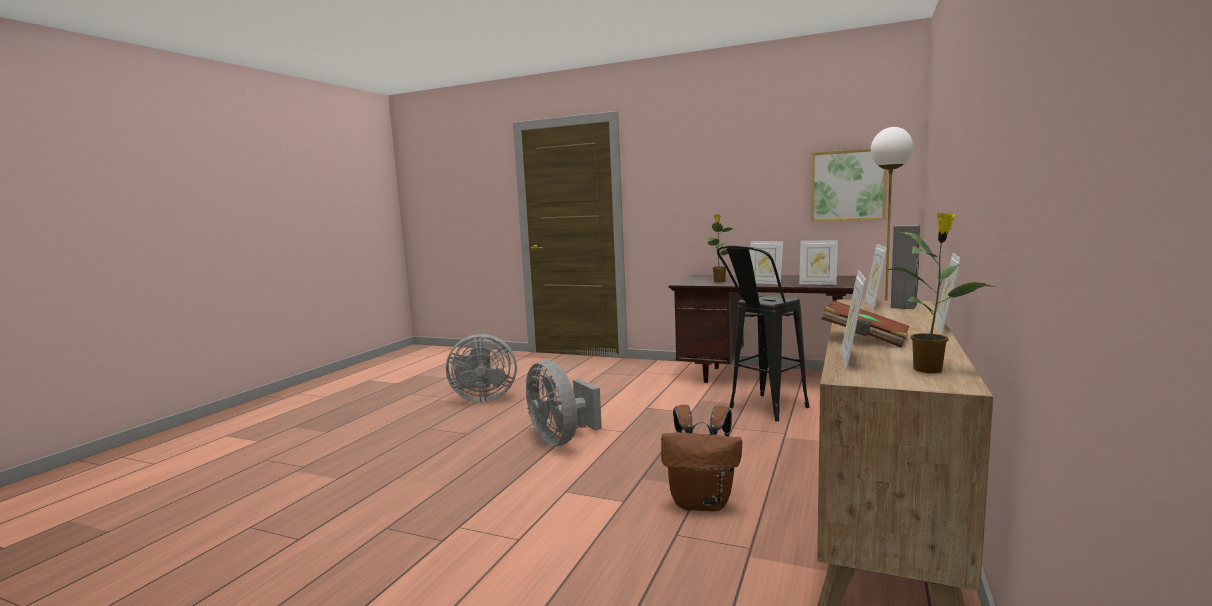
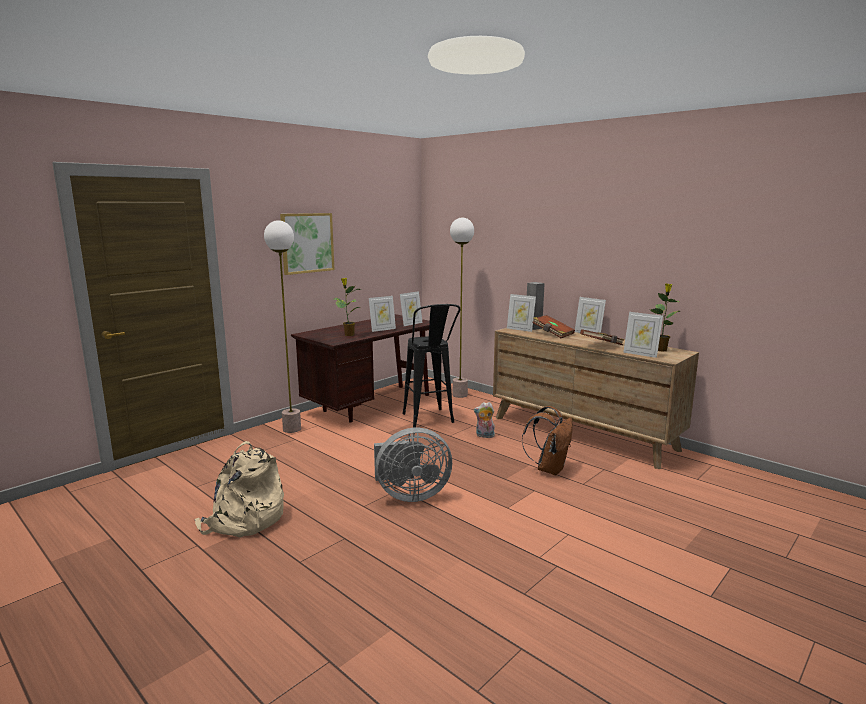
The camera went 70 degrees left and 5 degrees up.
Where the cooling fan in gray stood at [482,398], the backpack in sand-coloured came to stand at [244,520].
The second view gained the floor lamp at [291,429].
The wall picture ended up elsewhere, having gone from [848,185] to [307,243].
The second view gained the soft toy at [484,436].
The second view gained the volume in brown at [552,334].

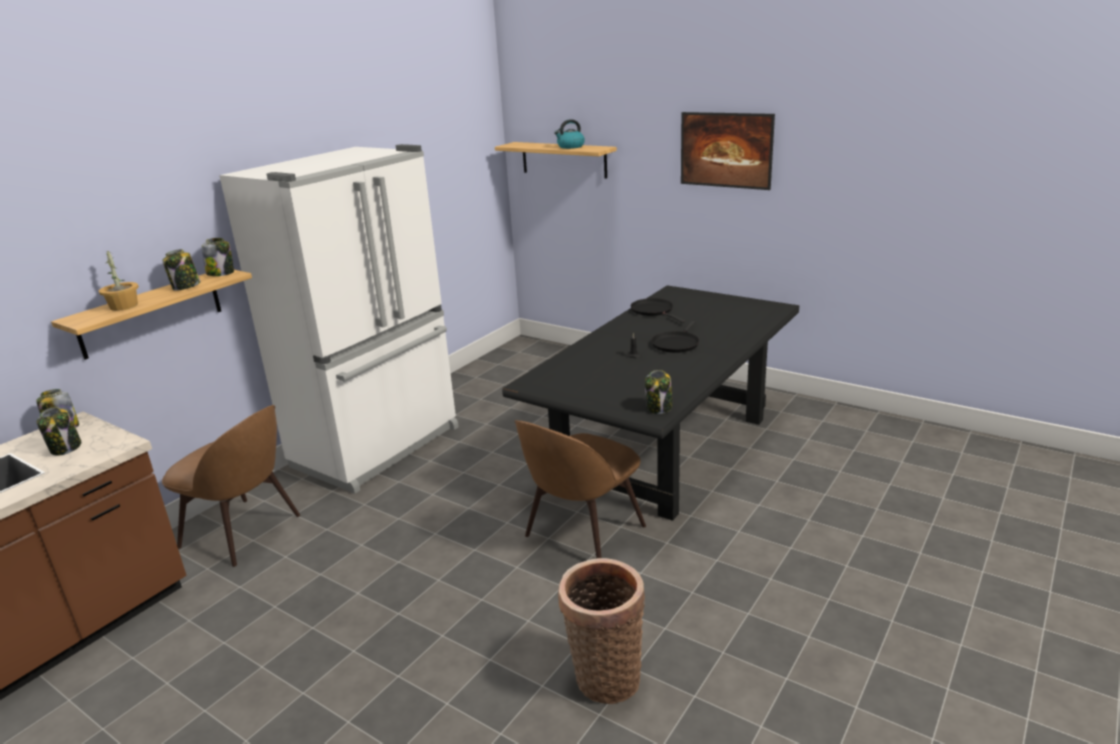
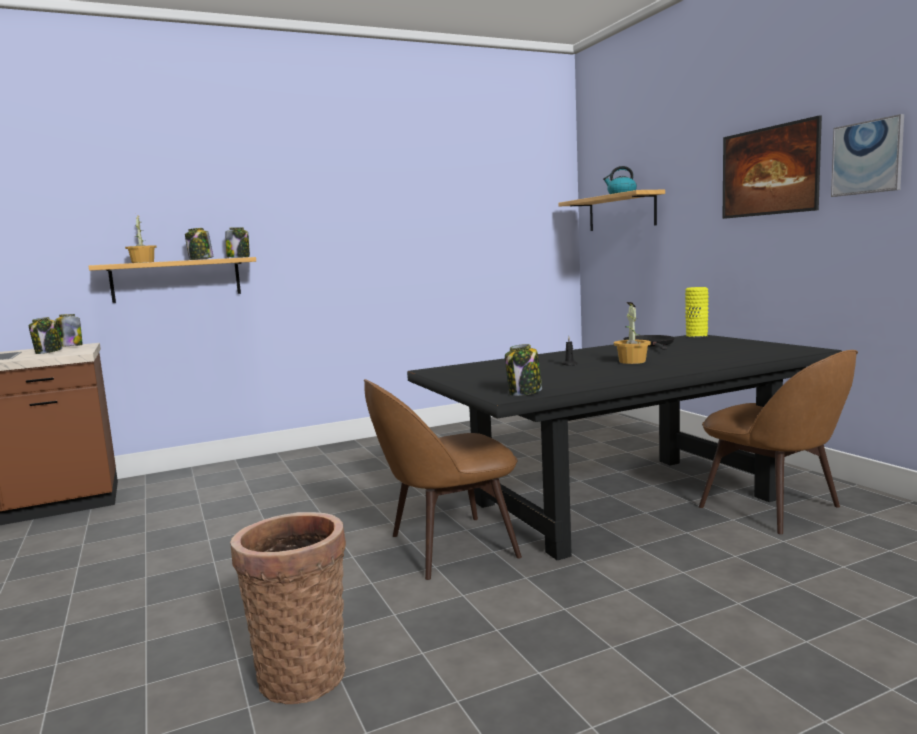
The camera went 30 degrees right and 15 degrees down.
Where the frying pan in black-coloured stood at [676,344], the plant in a pot came to stand at [631,361].
The second view gained the decorative vase in yellow-coloured at [696,335].
The chair in brown ended up elsewhere, having gone from [244,532] to [774,508].
The second view gained the wall picture at [867,157].
The second view lost the refrigerator in white at [379,447].

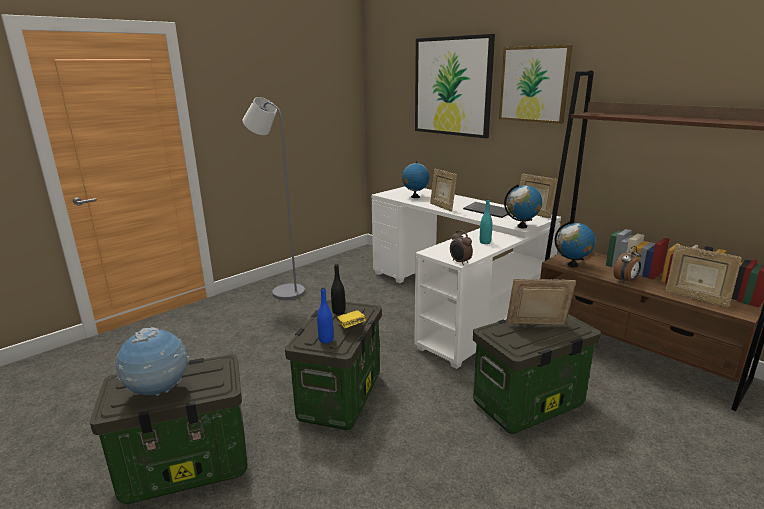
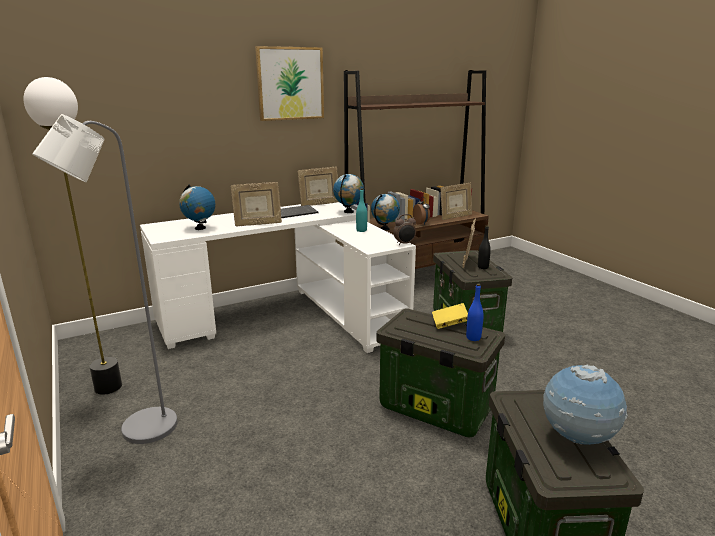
The camera went 75 degrees left and 0 degrees up.
The second view gained the floor lamp at [108,386].
The beverage bottle in black-coloured ended up elsewhere, having gone from [338,311] to [483,267].
The second view lost the wall picture at [452,86].

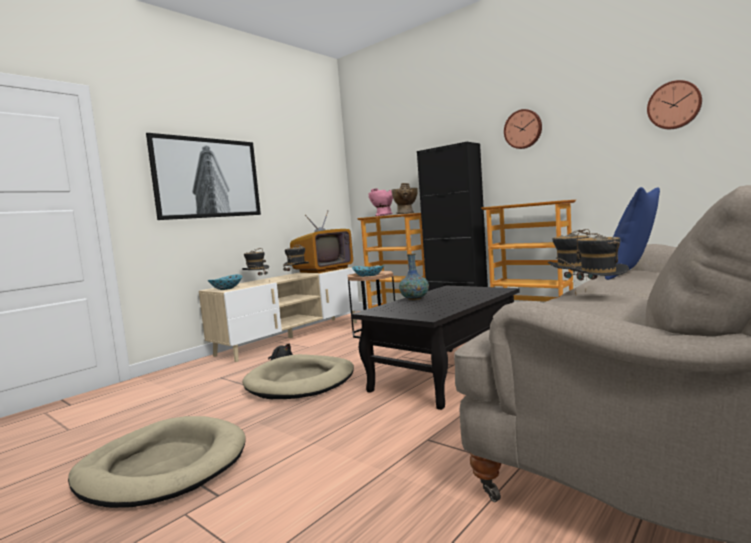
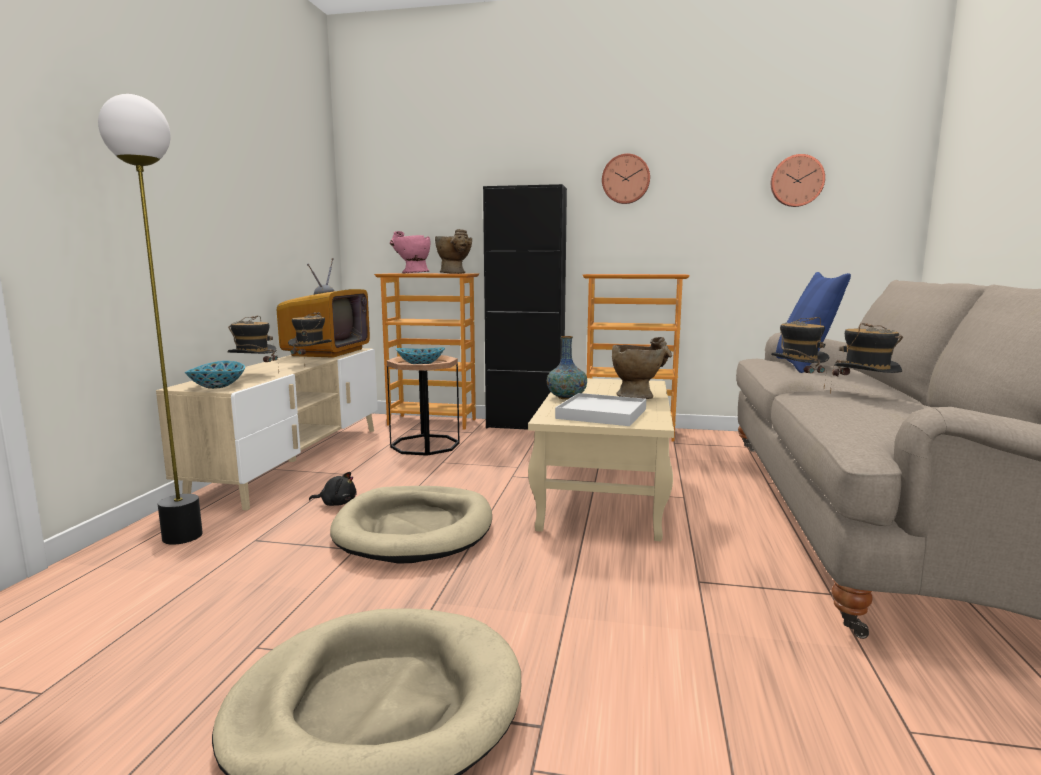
The camera went 30 degrees left and 5 degrees up.
The second view gained the floor lamp at [182,537].
What was the coffee table in black-coloured at [445,375] turned into the coffee table in sand-coloured at [604,496].
The second view gained the tray in white at [602,414].
The second view gained the decorative vase in sand-coloured at [639,396].
The second view lost the wall picture at [207,178].

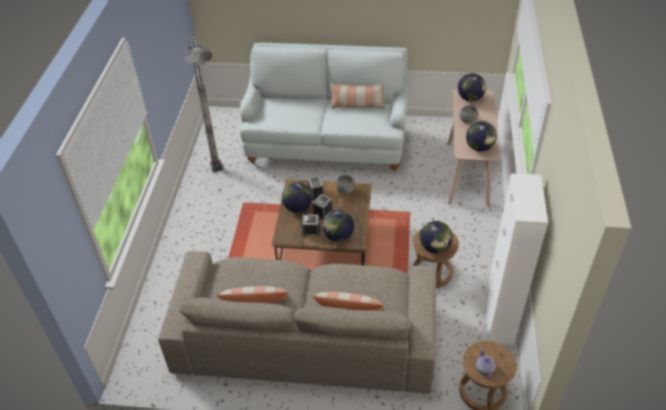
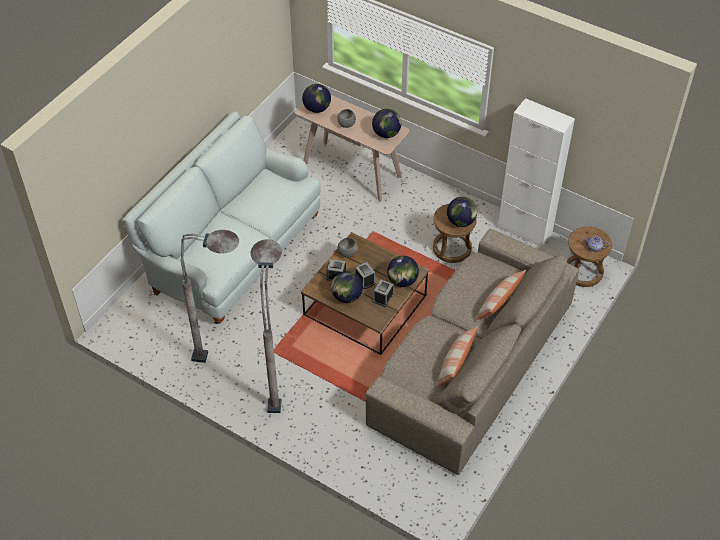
The camera went 65 degrees left and 5 degrees up.
The second view gained the floor lamp in gray at [277,382].
The second view lost the throw pillow at [357,105].

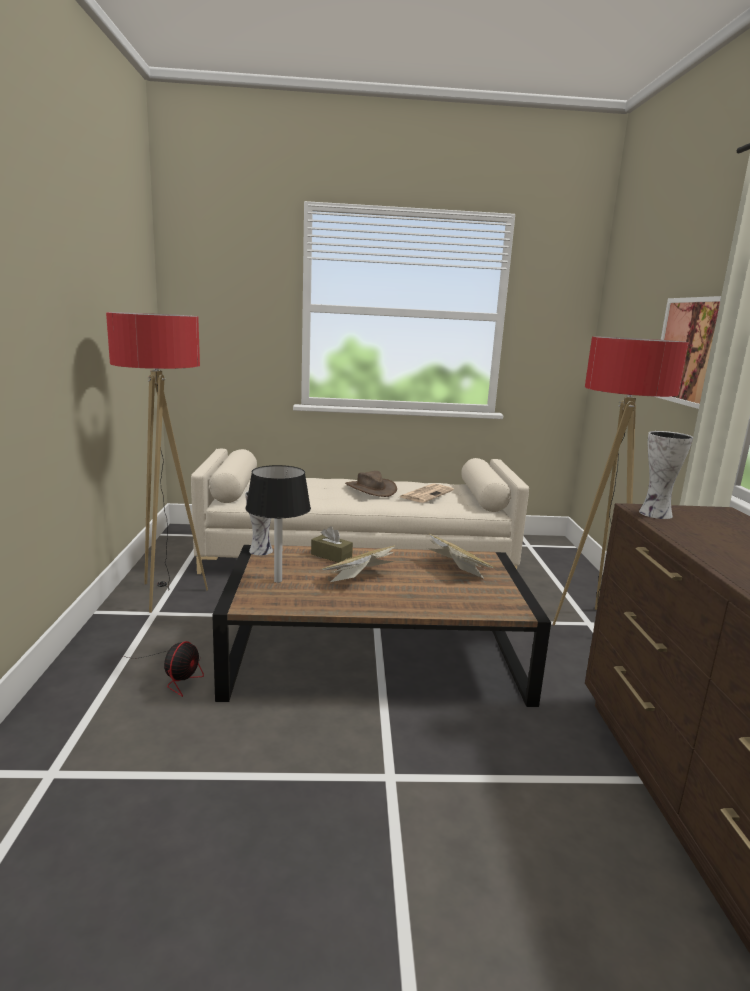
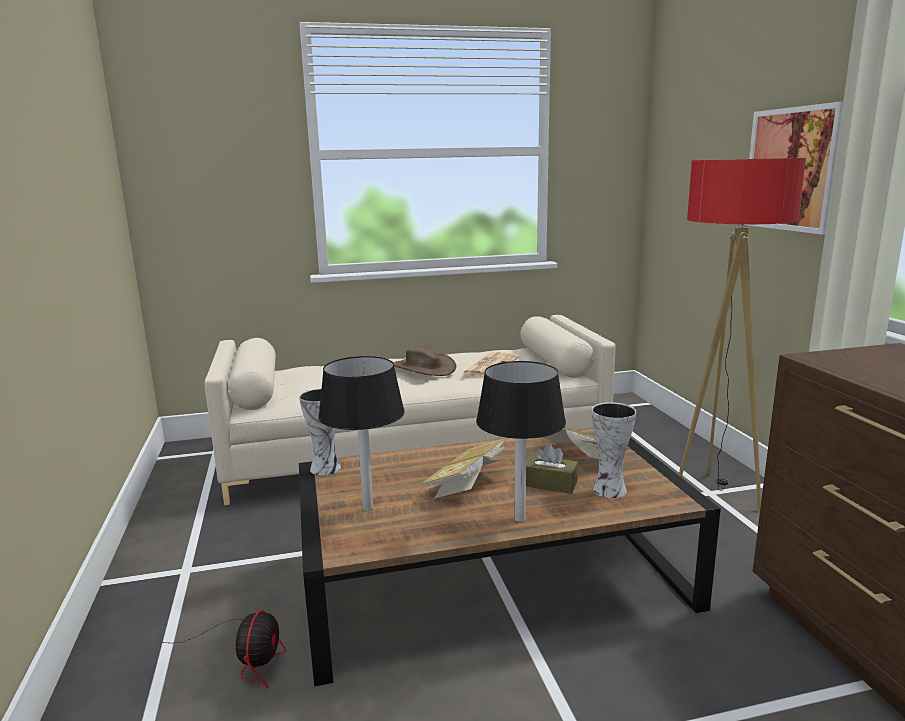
The camera went 10 degrees left and 0 degrees up.
The second view gained the tabletop lamp in black-coloured at [520,519].
The tissue holder in brown ended up elsewhere, having gone from [331,556] to [549,483].
The decorative vase ended up elsewhere, having gone from [654,514] to [608,490].
The second view lost the floor lamp at [168,595].

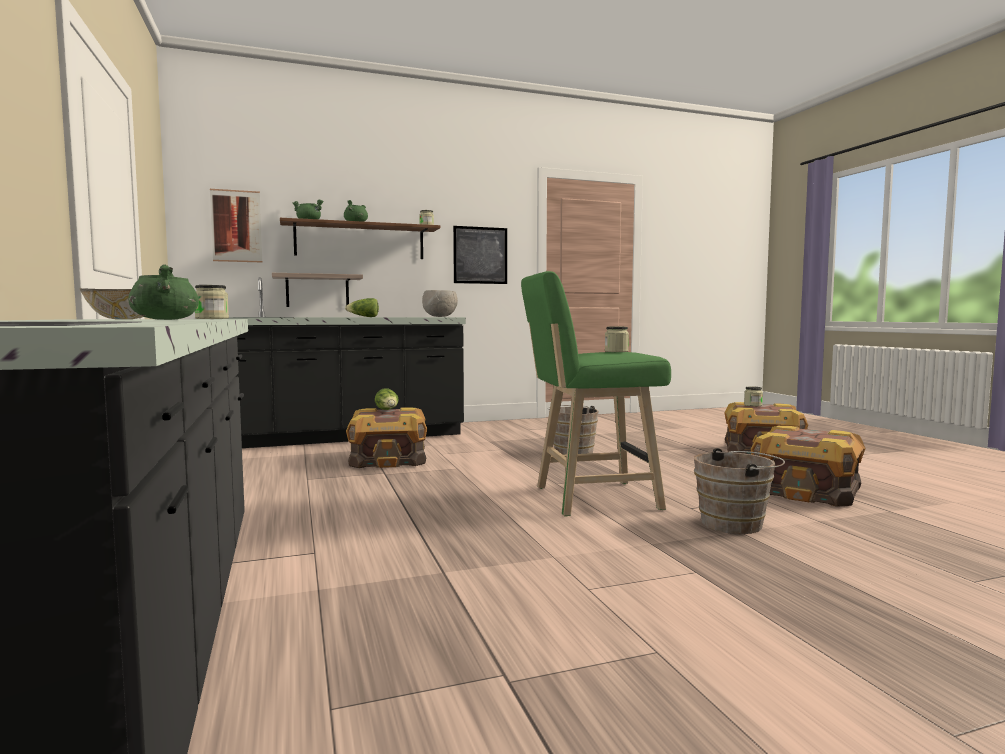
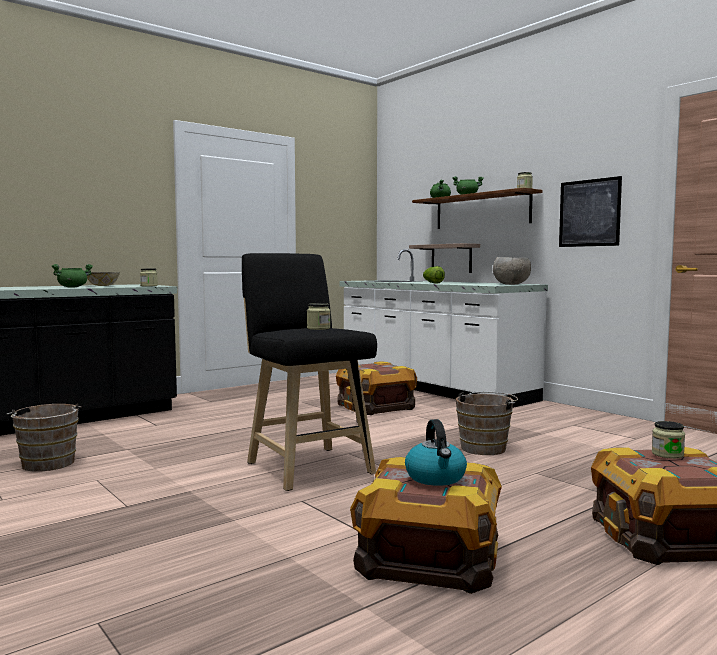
The camera went 70 degrees right and 0 degrees up.
The water bucket in brown ended up elsewhere, having gone from [736,524] to [48,465].
What was the stool seat in green-coloured at [589,498] turned into the stool seat in black-coloured at [306,466].
What was the kitchen counter in black-coloured at [339,437] turned into the kitchen counter in white at [432,388].
The second view gained the water kettle at [436,478].
The second view lost the wall picture at [236,226].
The second view lost the lettuce head at [388,410].

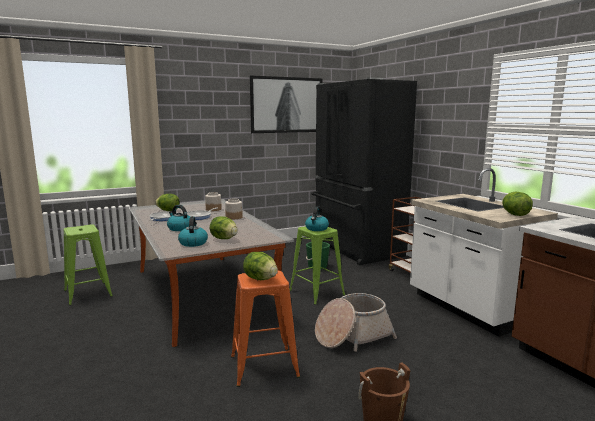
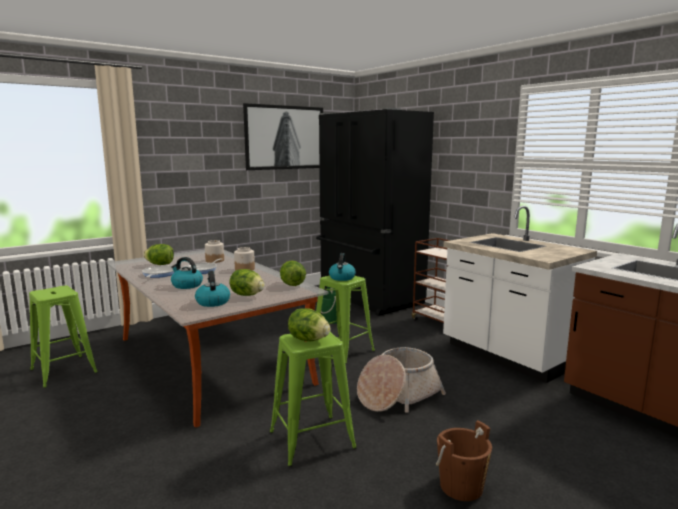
The camera went 10 degrees left and 0 degrees up.
What was the stool seat in orange-coloured at [265,366] turned into the stool seat in green-coloured at [312,440].
The lettuce head ended up elsewhere, having gone from [515,214] to [292,284].

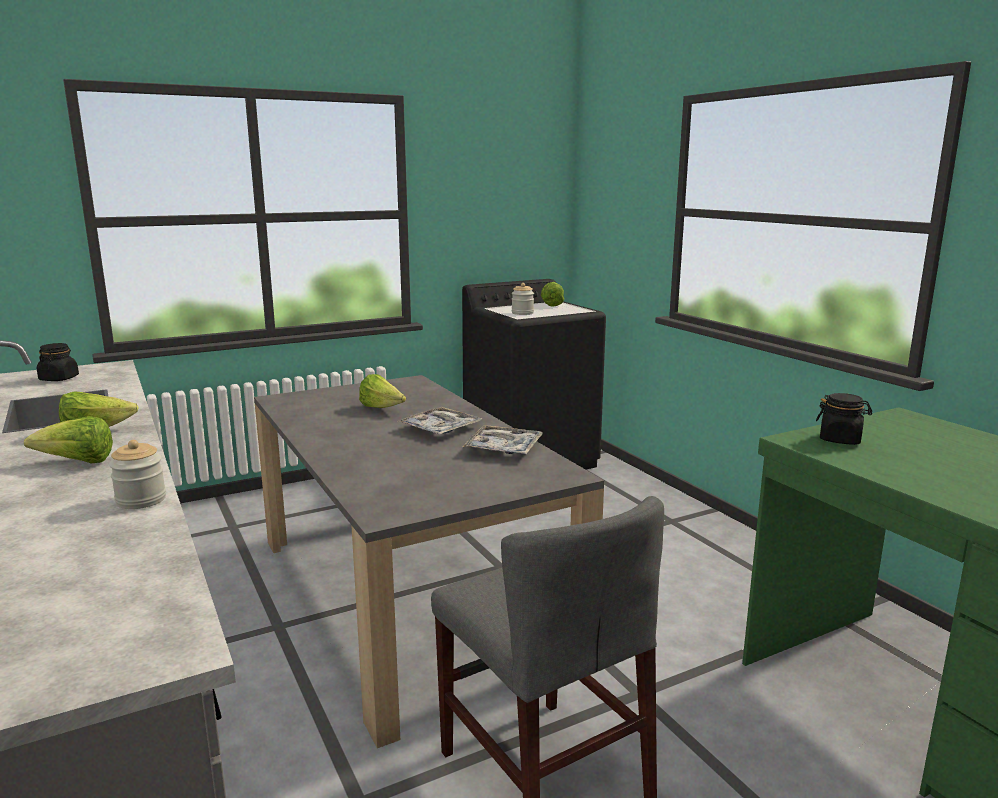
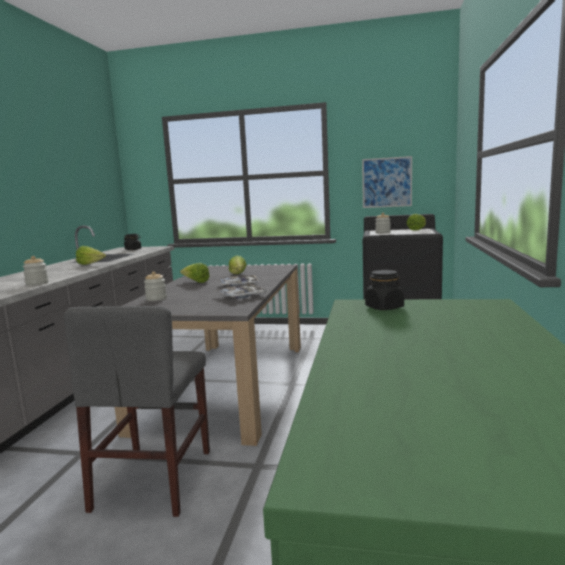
The camera went 40 degrees right and 5 degrees down.
The second view gained the preserve jar at [156,298].
The lettuce head ended up elsewhere, having gone from [78,462] to [196,282].
The second view gained the wall picture at [387,182].

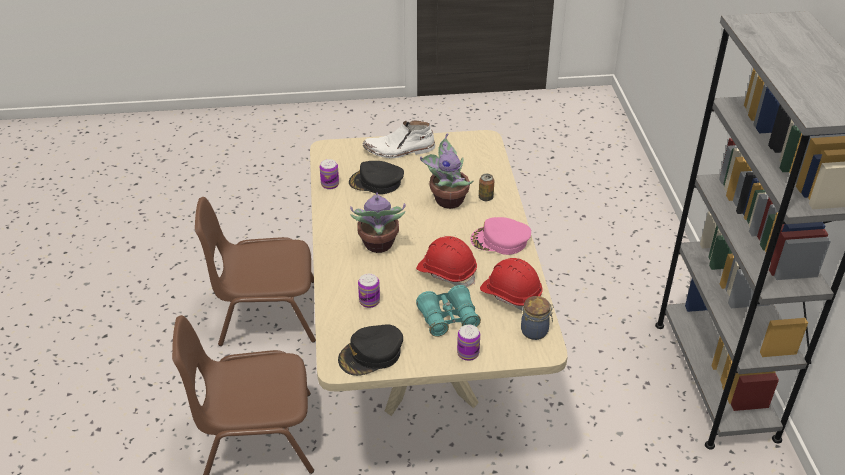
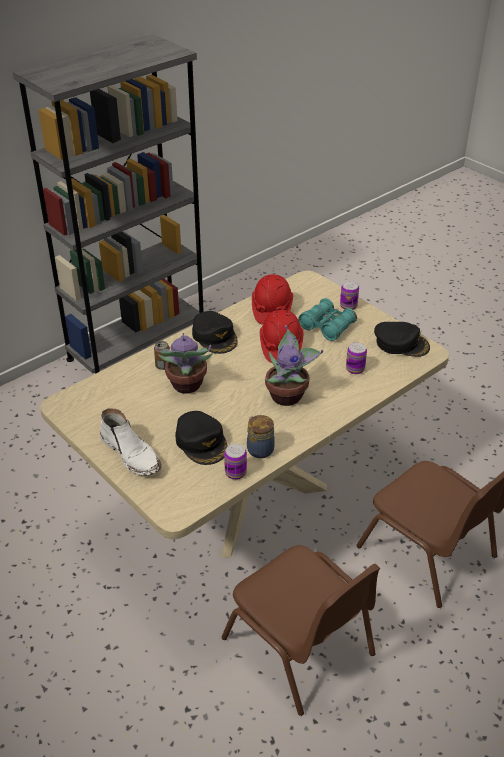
The camera went 125 degrees left and 0 degrees up.
What was the cap in pink at [500,241] turned into the cap in black-coloured at [215,336].
The preserve jar ended up elsewhere, having gone from [535,331] to [259,449].

